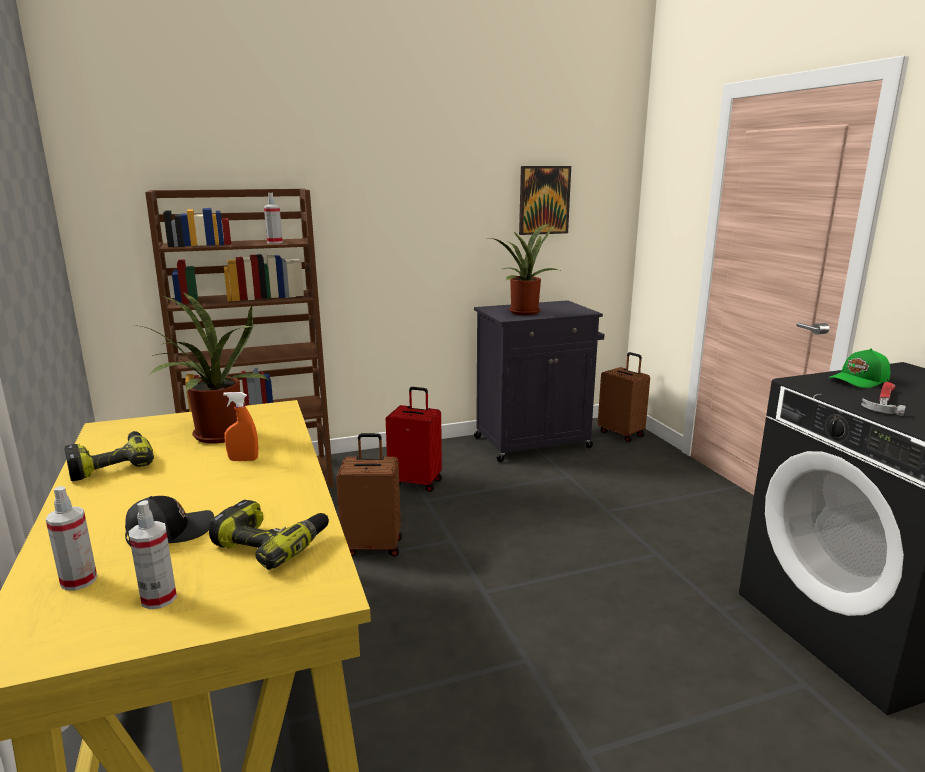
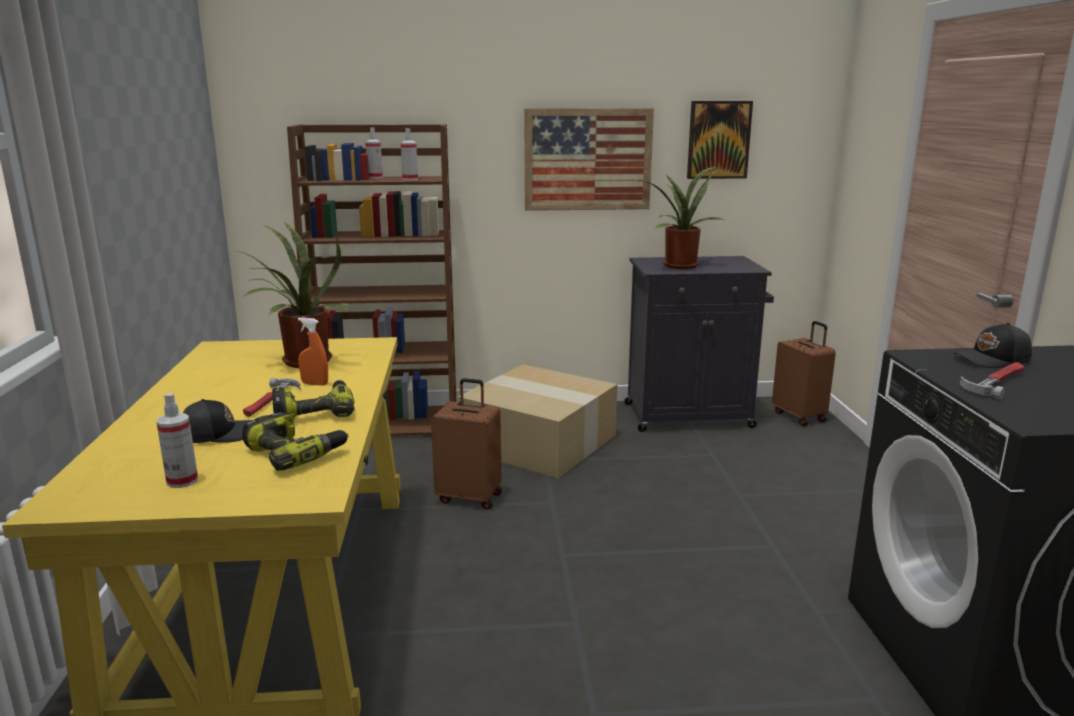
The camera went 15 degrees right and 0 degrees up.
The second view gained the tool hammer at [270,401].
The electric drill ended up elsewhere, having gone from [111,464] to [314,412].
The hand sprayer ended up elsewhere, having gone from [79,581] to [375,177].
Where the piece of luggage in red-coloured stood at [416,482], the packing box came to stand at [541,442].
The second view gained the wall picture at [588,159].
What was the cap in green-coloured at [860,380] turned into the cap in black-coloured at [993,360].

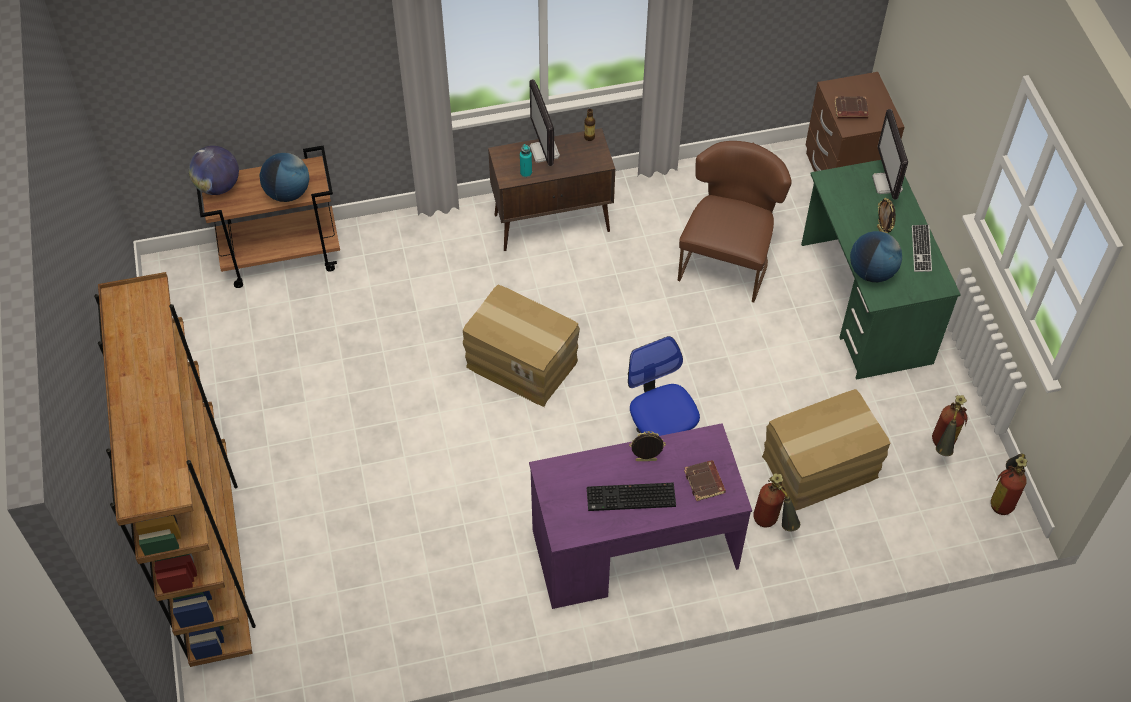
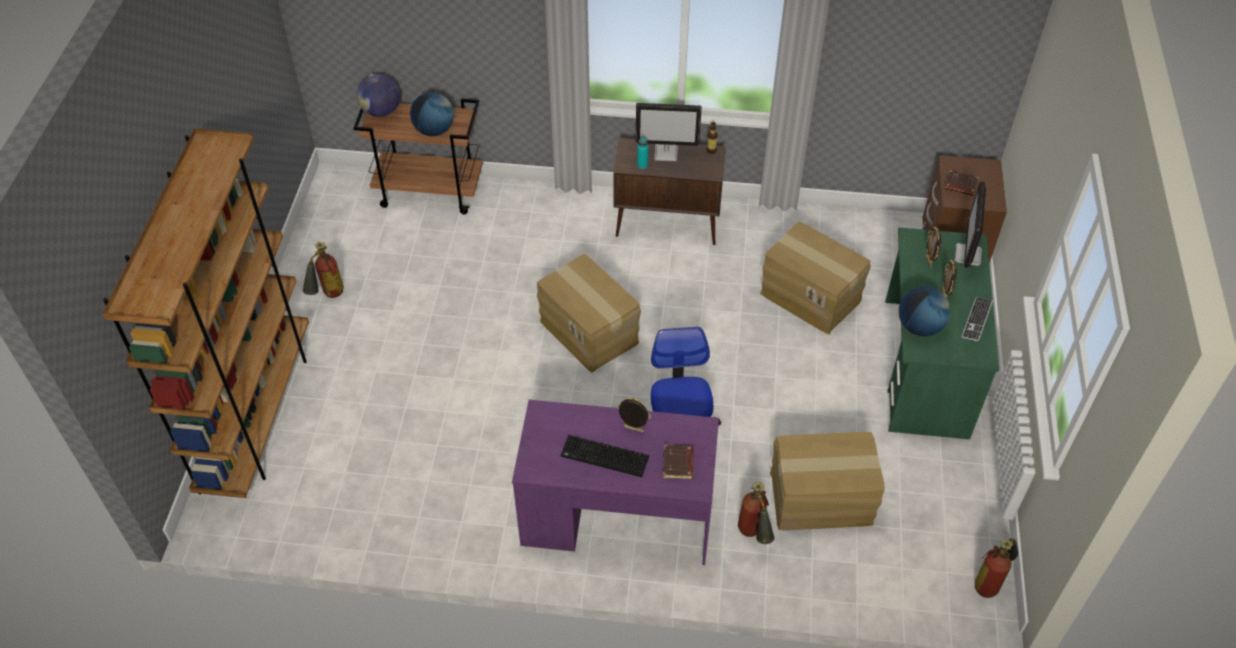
The camera went 20 degrees right and 5 degrees down.
The fire-fighting cylinder ended up elsewhere, having gone from [941,449] to [327,296].
The computer screen at [545,152] ended up facing another way, 90 degrees counterclockwise from before.
Where the chair in brown stood at [727,259], the packing box came to stand at [811,296].
The second view gained the picture frame at [929,262].

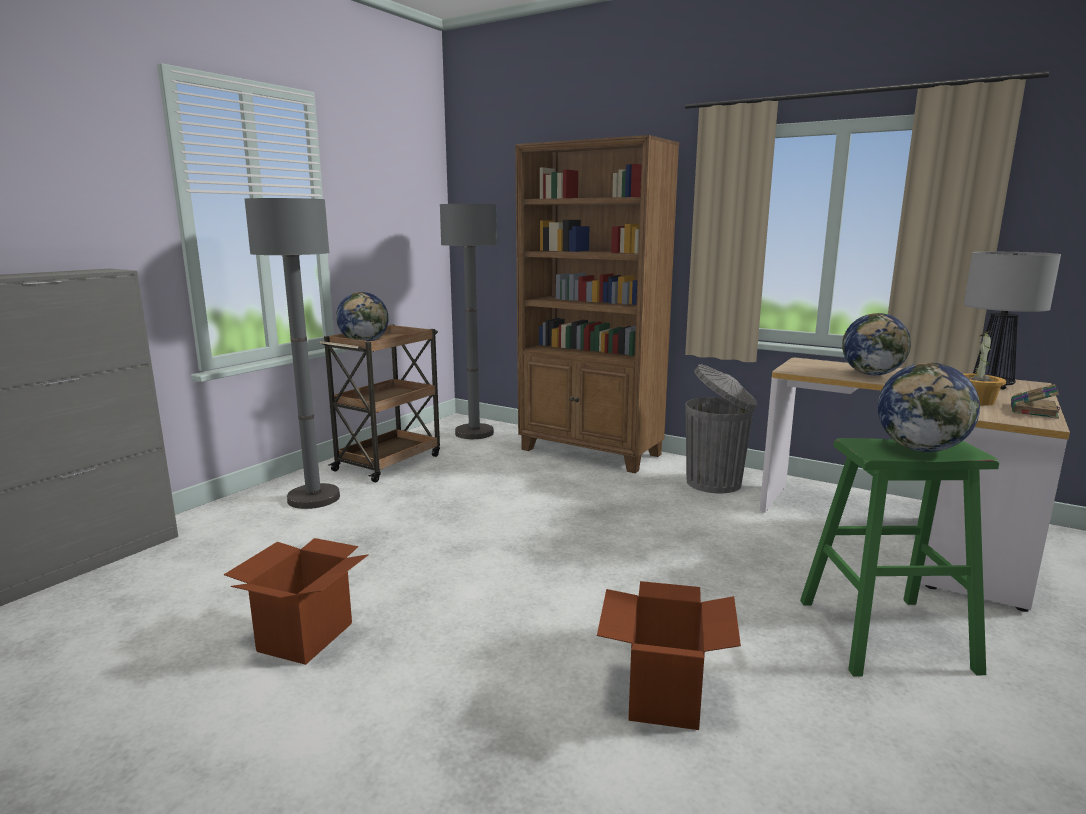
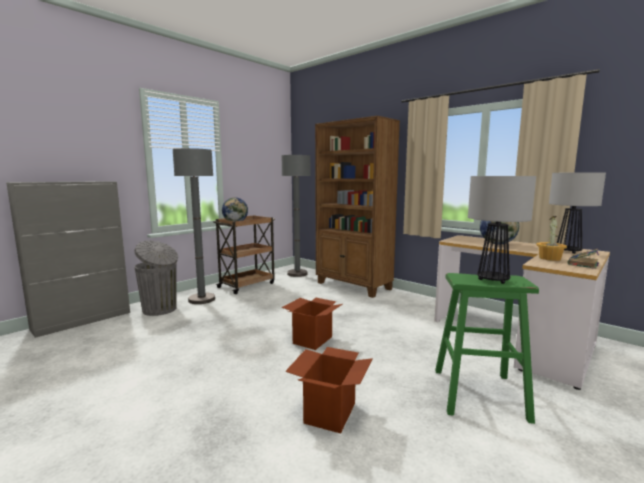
The camera went 10 degrees right and 5 degrees down.
The rubbish bin in gray ended up elsewhere, having gone from [715,483] to [160,310].
The packing box ended up elsewhere, having gone from [306,636] to [312,340].
Where the desk globe stood at [921,449], the tabletop lamp came to stand at [493,280].

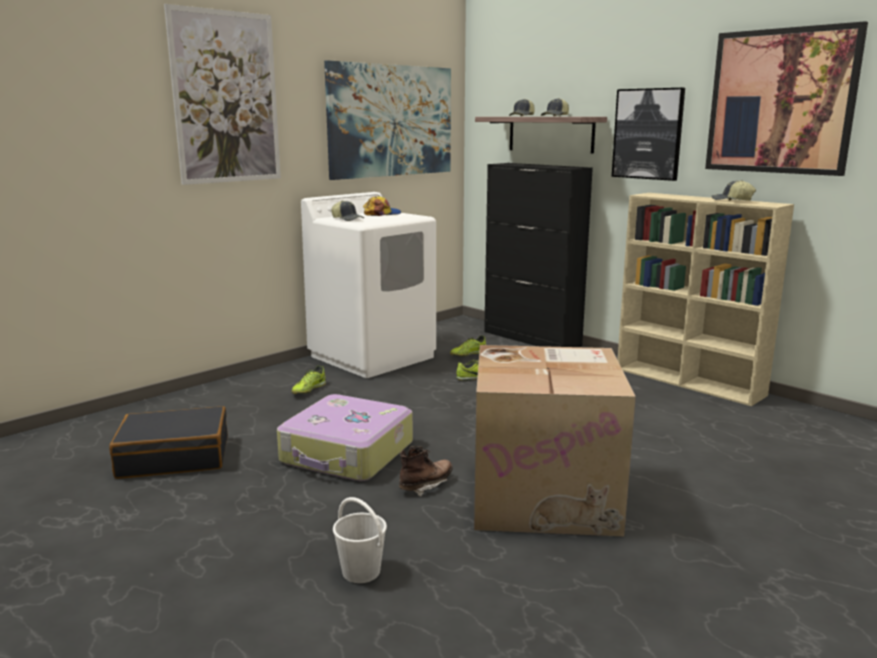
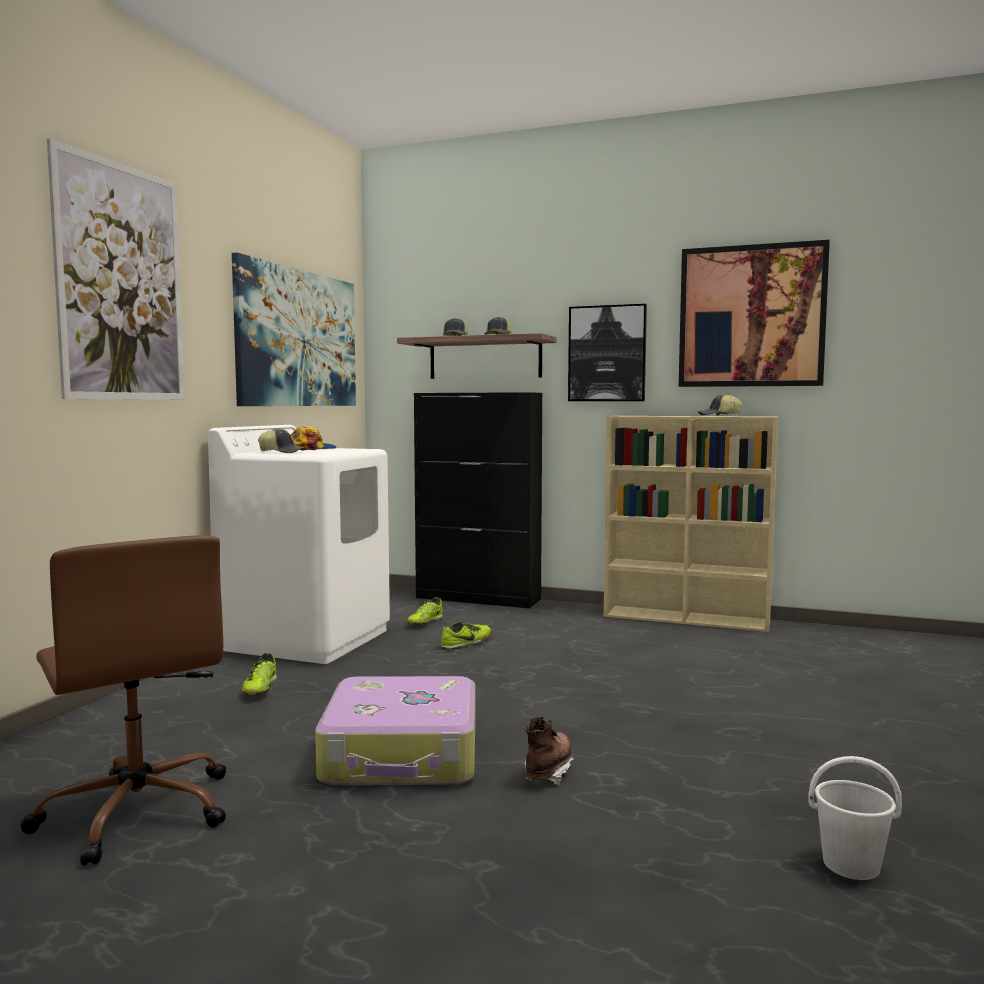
The camera went 25 degrees left and 10 degrees down.
Where the piece of luggage in black-coloured stood at [174,457], the computer chair in brown came to stand at [137,811].
The water bucket in white ended up elsewhere, having gone from [360,571] to [850,864].
The second view lost the packing box at [546,495].

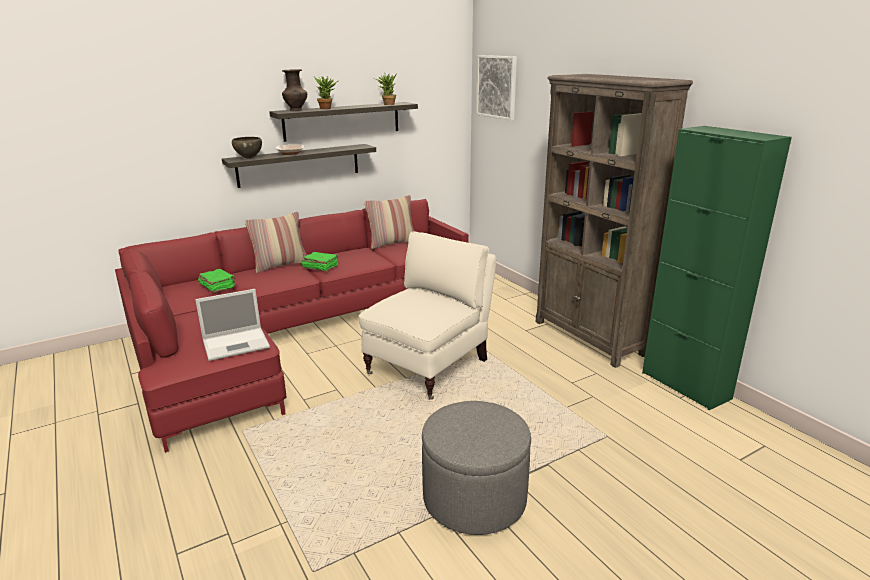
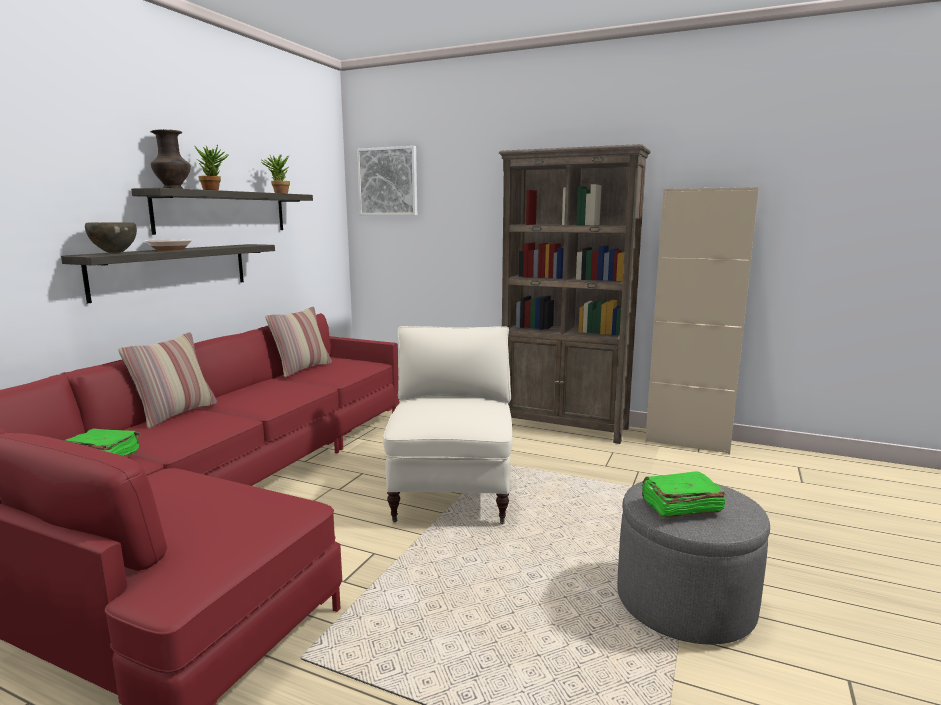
The camera went 35 degrees left and 10 degrees down.
The volume in green-coloured ended up elsewhere, having gone from [320,267] to [680,507].
What was the storage cabinet in green-coloured at [685,385] turned into the storage cabinet in sand-coloured at [687,441].
The second view lost the notebook computer at [237,343].

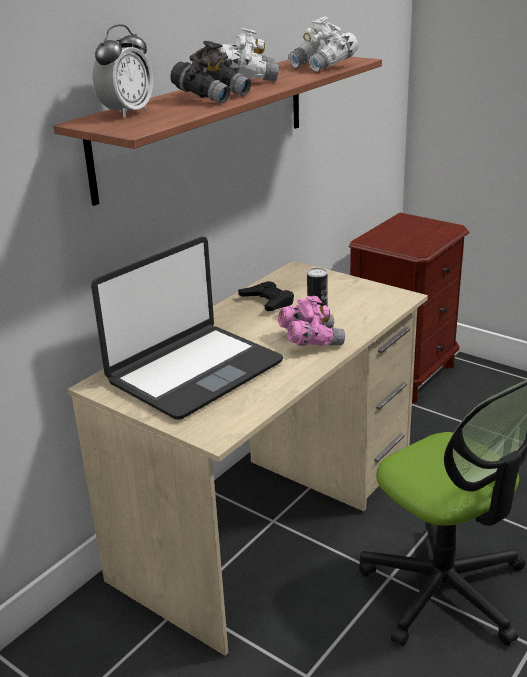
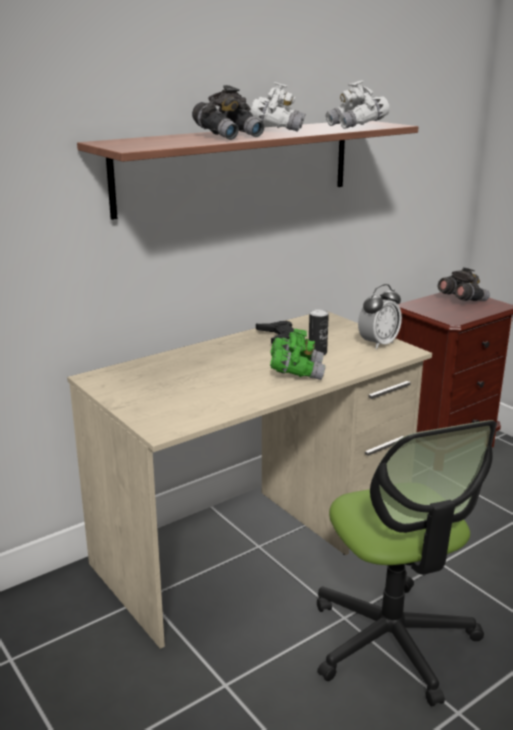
The camera went 15 degrees right and 5 degrees down.
What was the binoculars in pink at [310,340] turned into the binoculars in green-coloured at [296,372].
The table clock ended up elsewhere, having gone from [127,113] to [378,344].
The second view gained the binoculars in gray at [461,300].
The second view lost the notebook computer at [194,372].

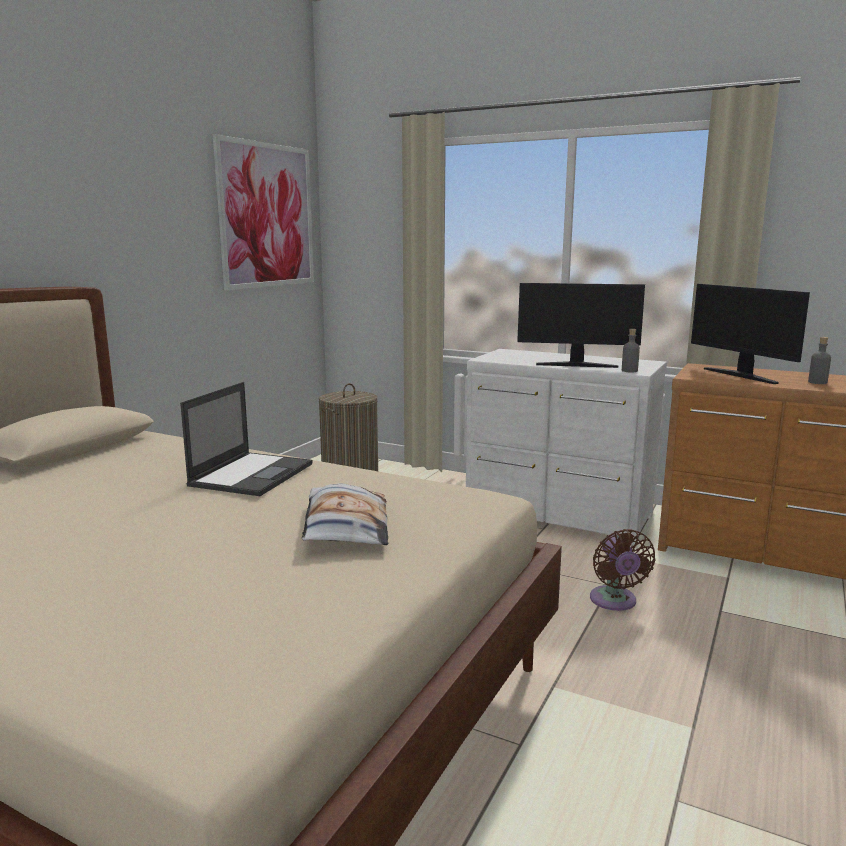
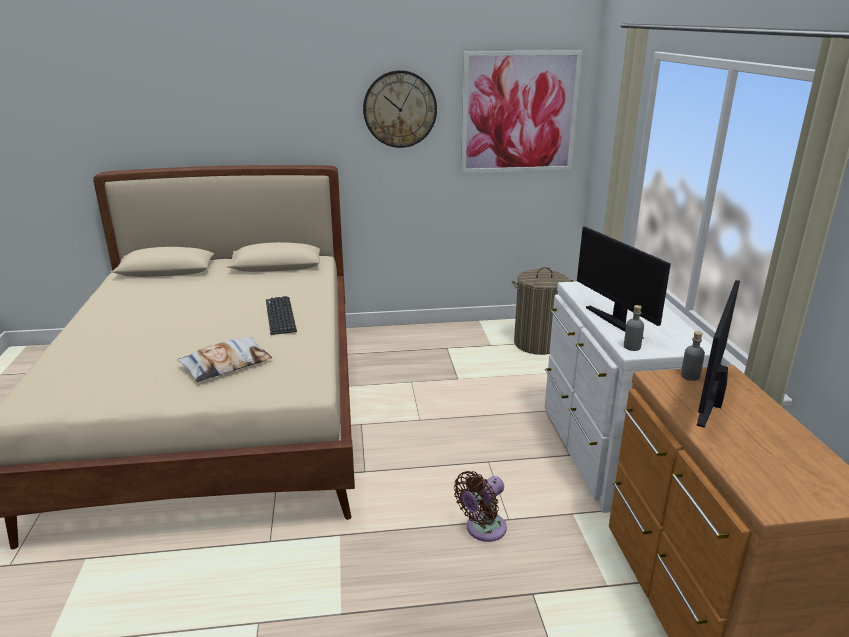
The camera went 55 degrees right and 10 degrees up.
Where the notebook computer stood at [252,474], the keyboard came to stand at [280,316].
The second view gained the hanging clock at [400,109].
The beverage bottle in gray ended up elsewhere, having gone from [817,382] to [690,376].

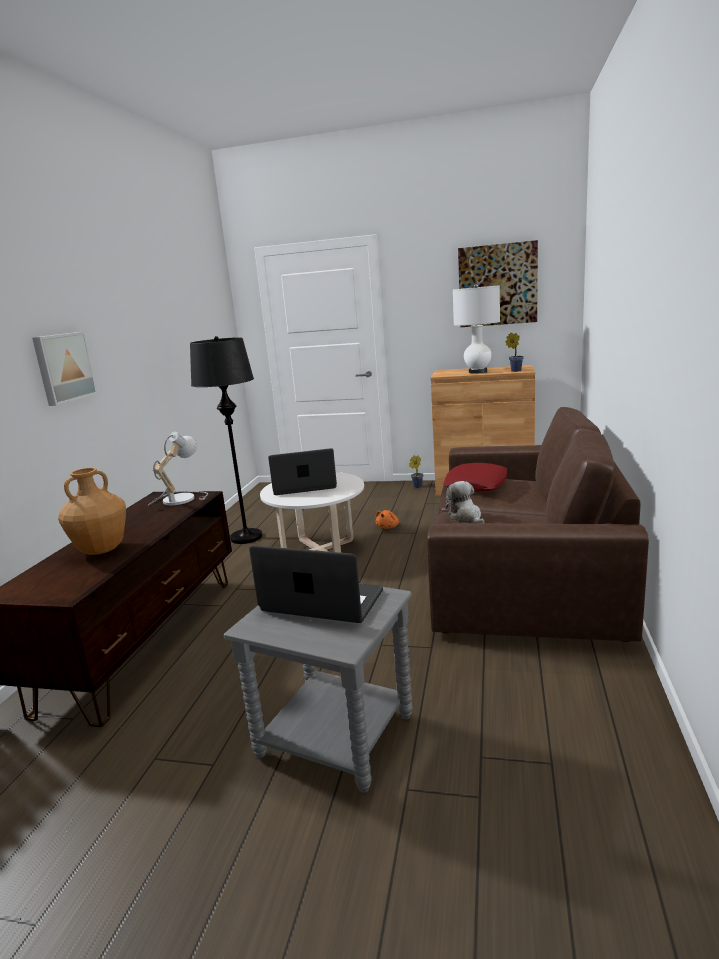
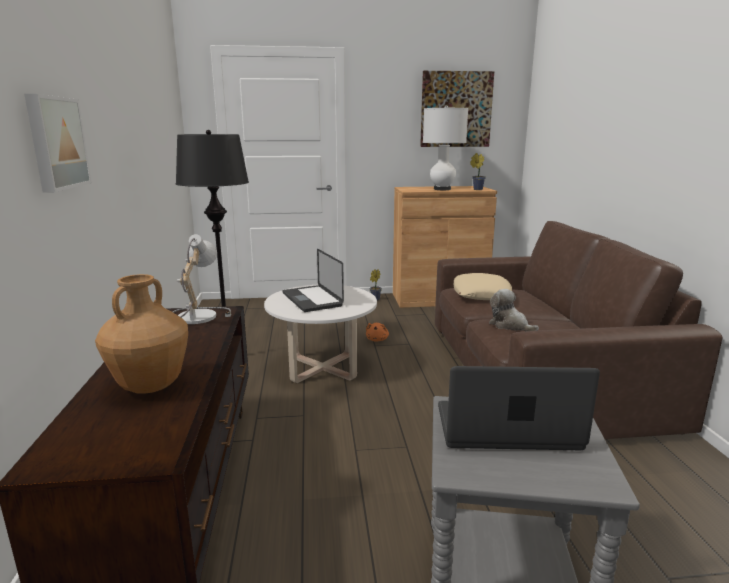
The camera went 20 degrees left and 0 degrees up.
The notebook computer at [304,486] ended up facing another way, 90 degrees counterclockwise from before.
What was the throw pillow in red-coloured at [476,484] turned into the throw pillow in sand-coloured at [481,293].

